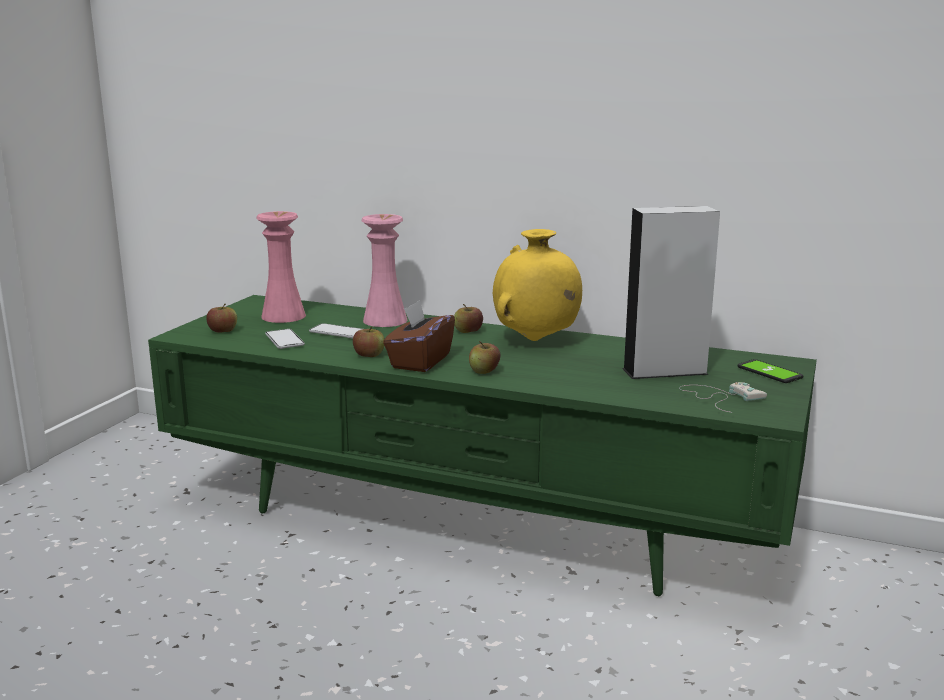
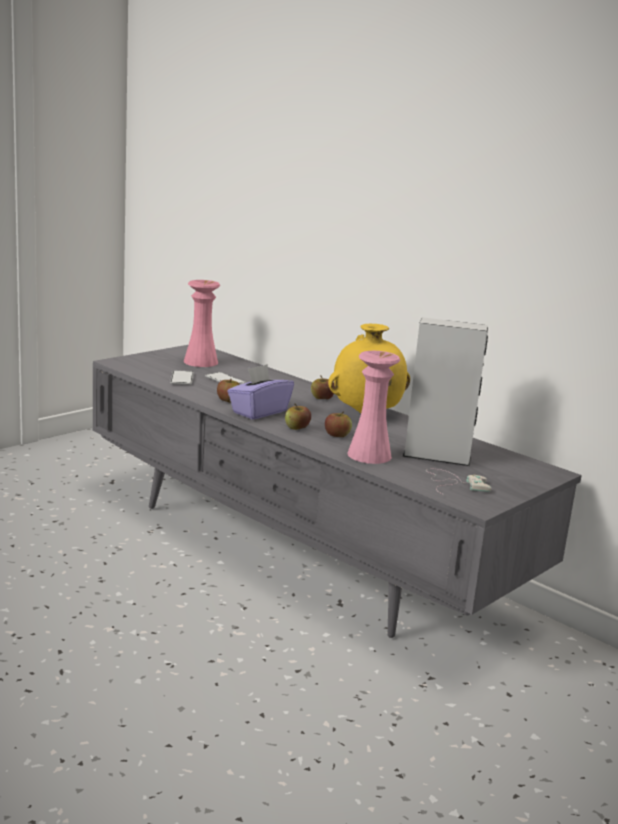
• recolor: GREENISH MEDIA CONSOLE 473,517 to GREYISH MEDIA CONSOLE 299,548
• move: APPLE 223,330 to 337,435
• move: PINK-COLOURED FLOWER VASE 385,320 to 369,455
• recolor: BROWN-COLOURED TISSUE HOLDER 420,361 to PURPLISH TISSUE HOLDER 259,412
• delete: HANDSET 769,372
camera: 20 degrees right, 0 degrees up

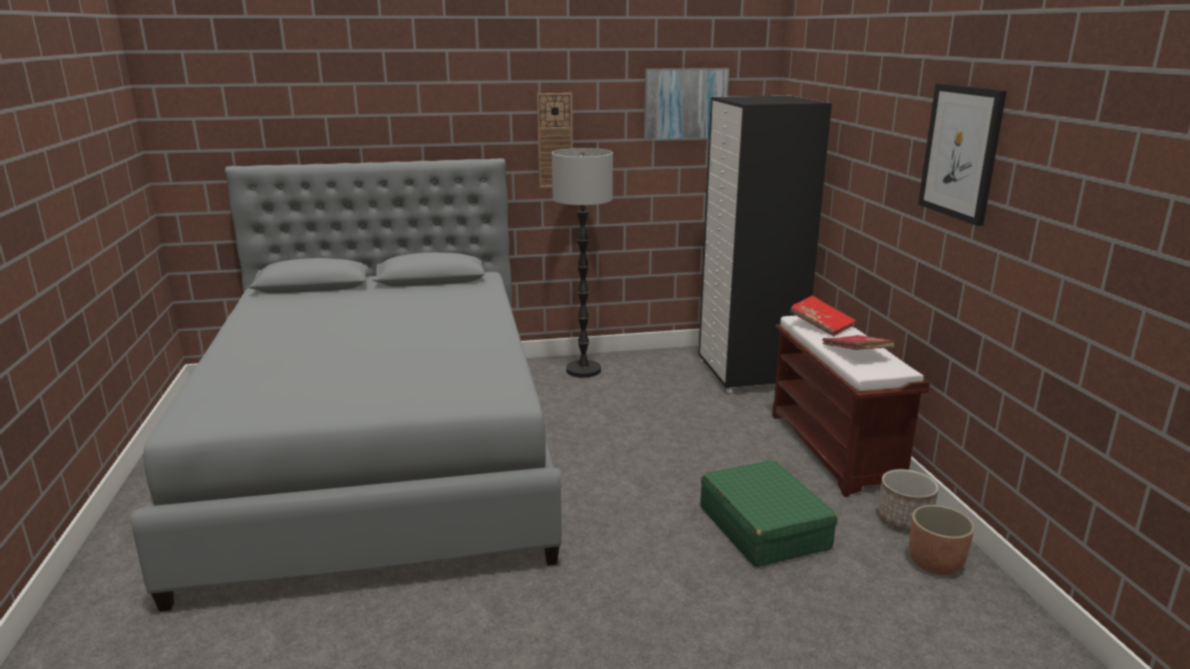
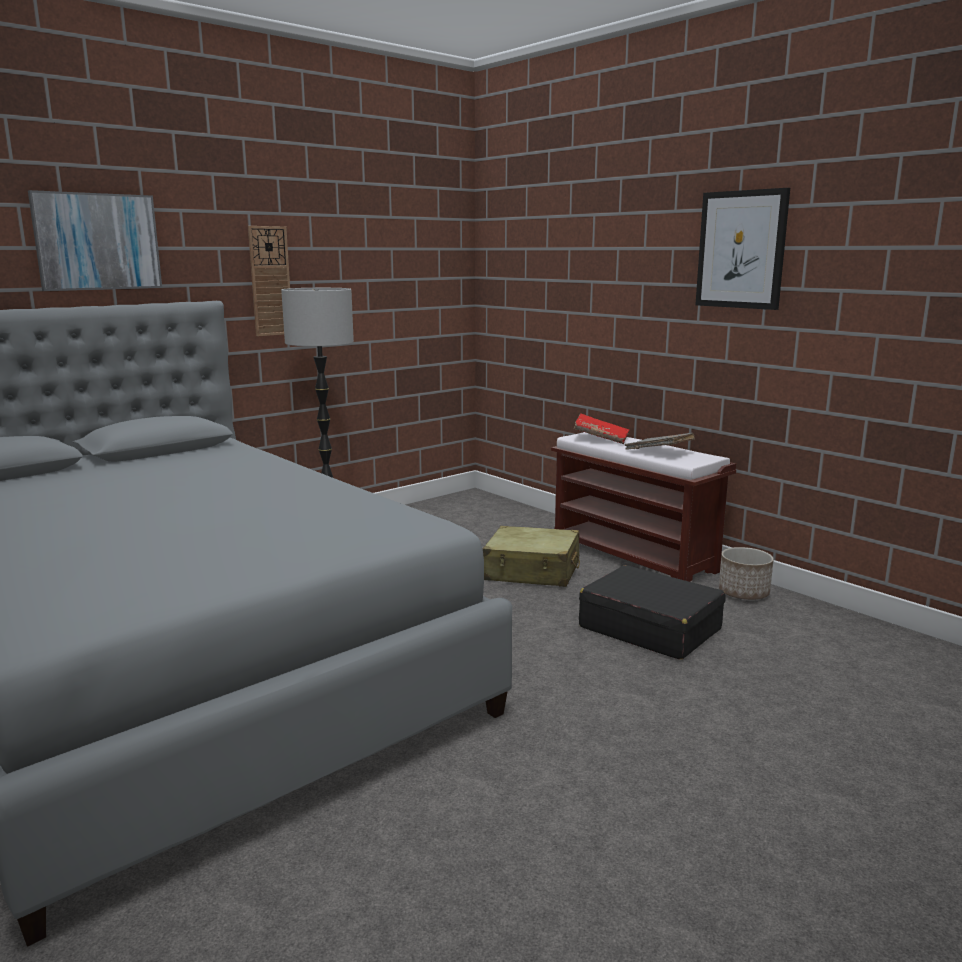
• move: WALL ART 685,104 to 97,241
• delete: WARDROBE 749,375
• recolor: GREENISH PIECE OF LUGGAGE 763,527 to BLACKISH PIECE OF LUGGAGE 649,628
• recolor: RED-COLOURED BOUND BOOK 856,353 to GREYISH BOUND BOOK 659,452
• delete: PLANTER 935,563
• insert: BEIGE-COLOURED PIECE OF LUGGAGE 532,571
camera: 30 degrees left, 5 degrees down

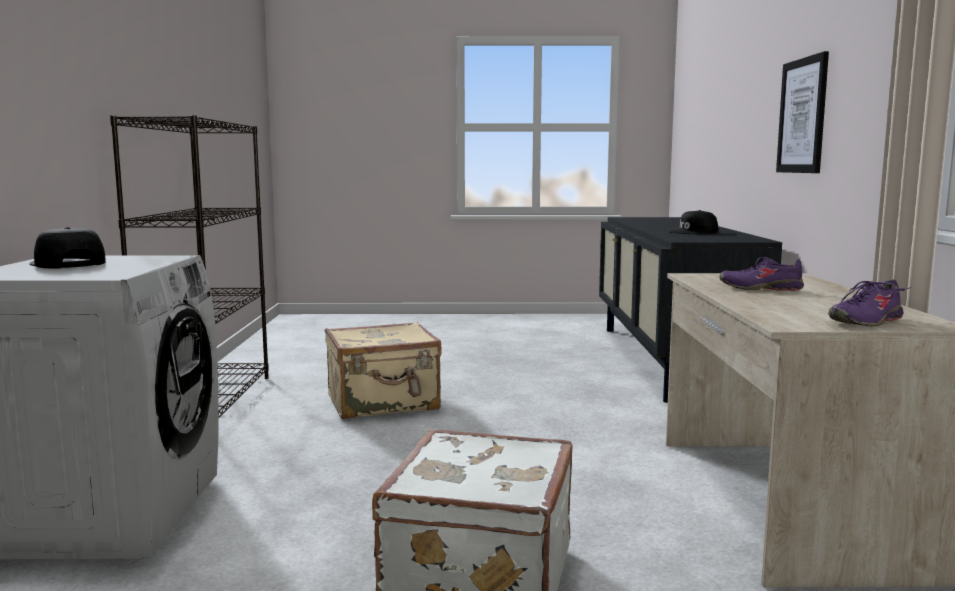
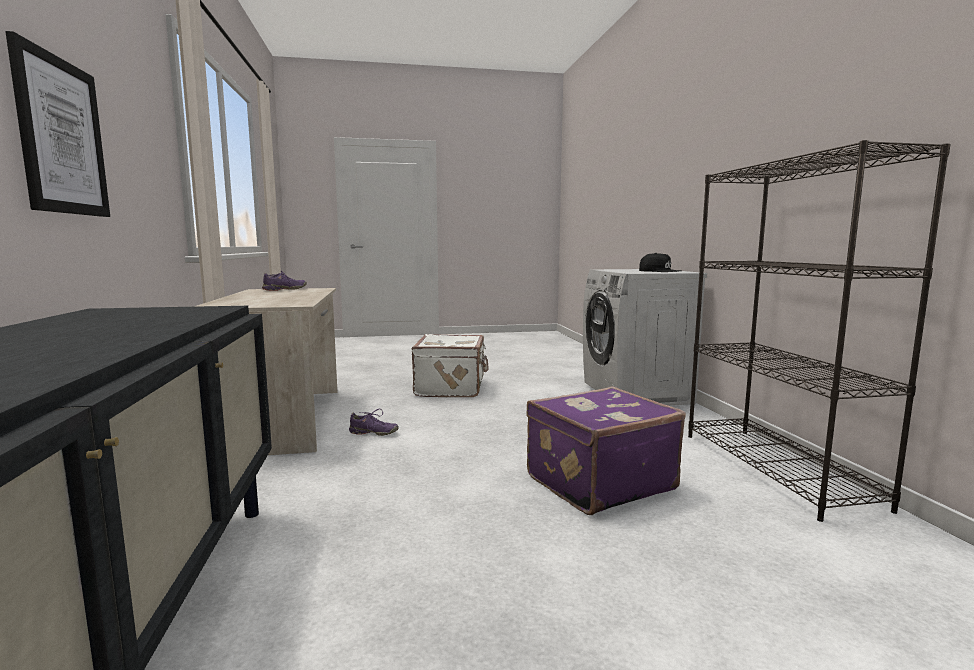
• recolor: BEIGE-COLOURED PIECE OF LUGGAGE 383,403 to PURPLISH PIECE OF LUGGAGE 597,482
• delete: BLACKISH PEAKED CAP 693,232
• move: PURPLISH LOW SHOE 760,289 to 373,433
camera: 170 degrees right, 0 degrees up

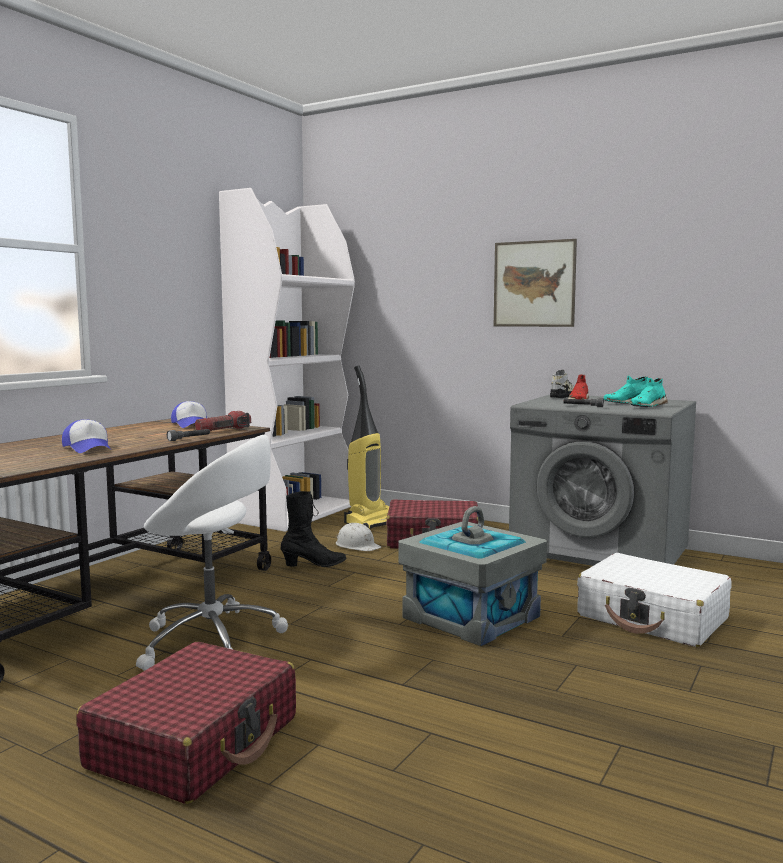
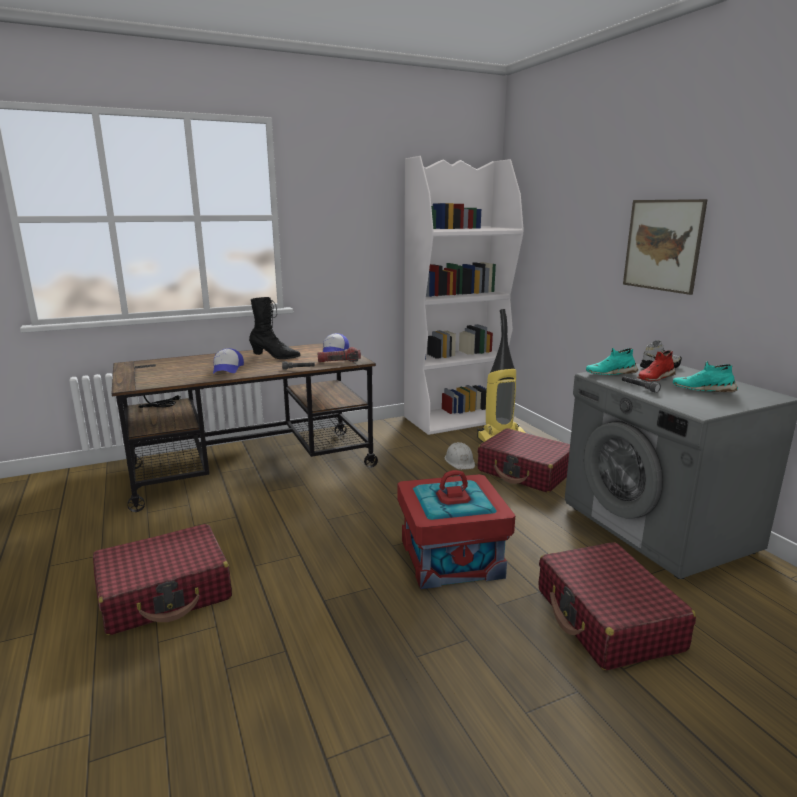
• delete: WHITE-COLOURED DESK CHAIR 214,641
• move: BLACKISH BOOT 314,565 to 275,356
• recolor: GREYISH STORAGE BOX 470,617 to RED-COLOURED STORAGE BOX 451,558
• recolor: WHITE-COLOURED PIECE OF LUGGAGE 652,618 to RED-COLOURED PIECE OF LUGGAGE 607,619
• move: TURQUOISE-COLOURED LOW SHOE 647,406 to 610,373
camera: 35 degrees right, 10 degrees up

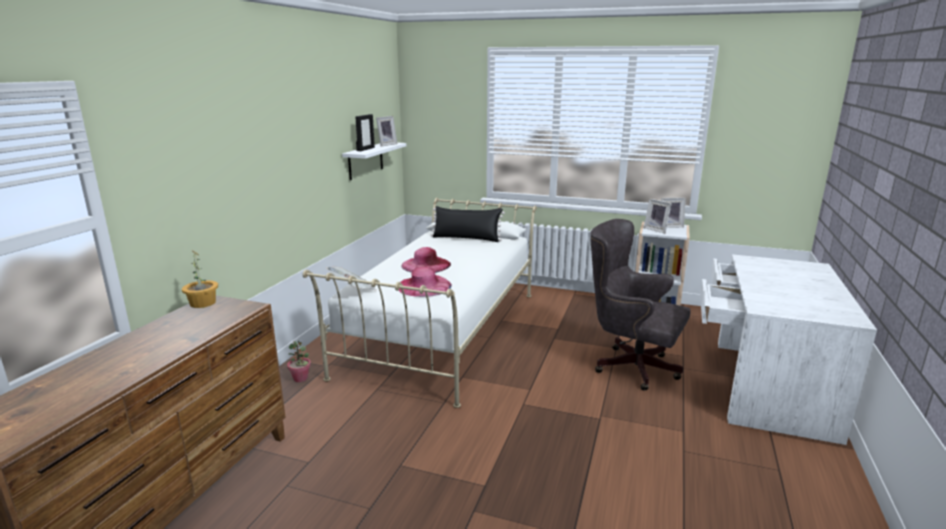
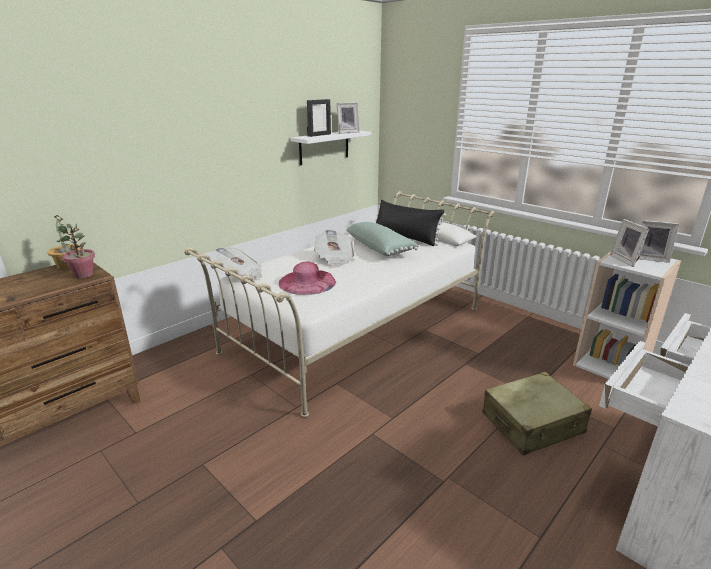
• move: POTTED PLANT 301,378 to 84,275
• replace: PINK-COLOURED WEARABLE HAT 426,265 to PRINTED PAPER 334,259
• replace: GREYISH DESK CHAIR 631,366 to BEIGE-COLOURED PIECE OF LUGGAGE 532,423
• insert: GREENISH THROW PILLOW 380,248
camera: 25 degrees right, 5 degrees up

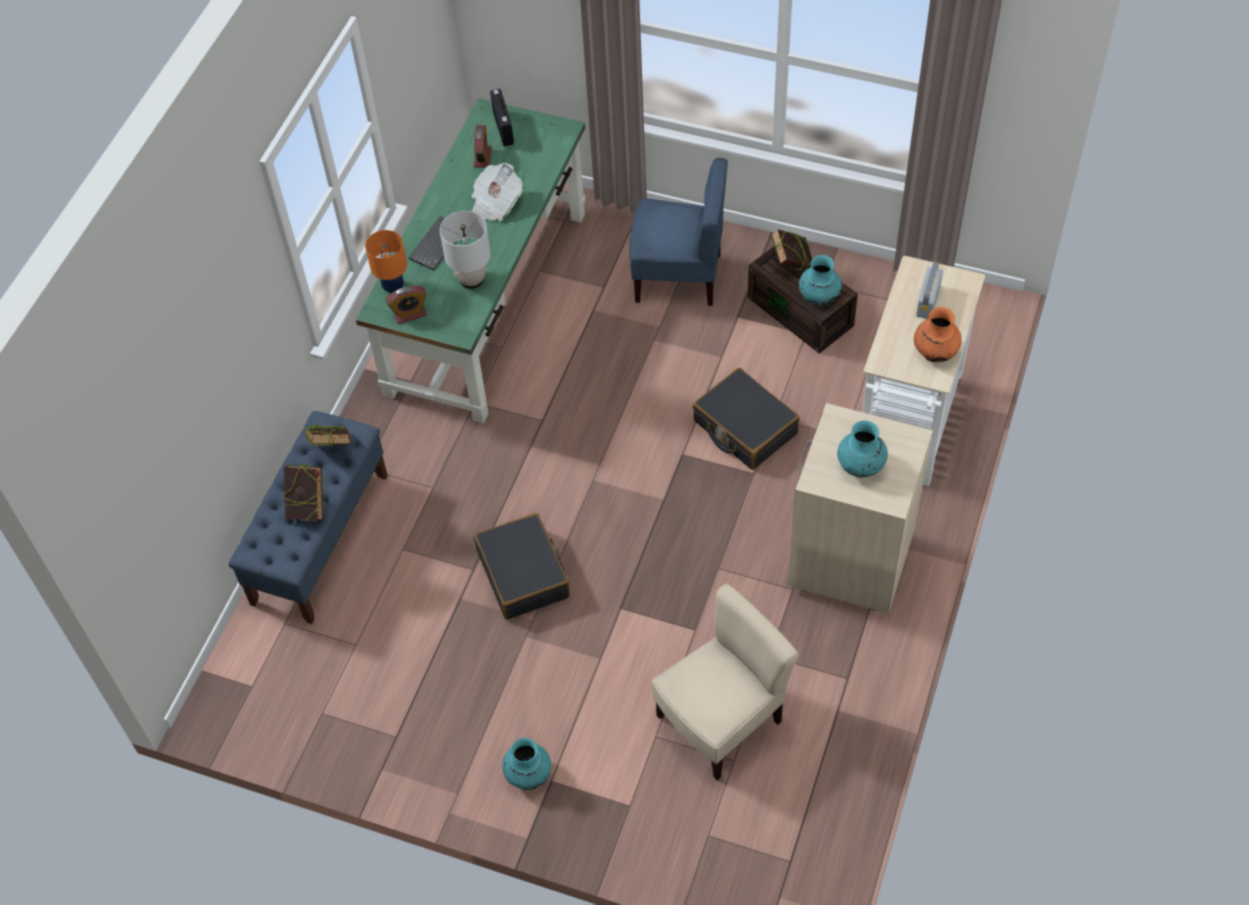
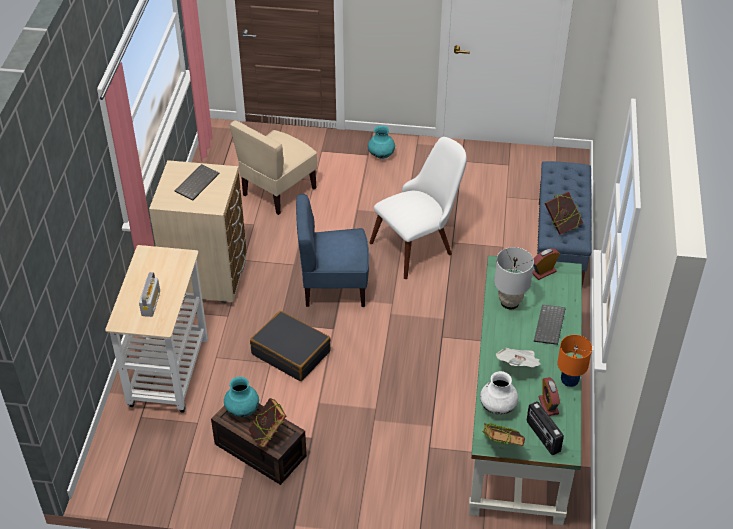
• move: BOUND BOOK 308,507 to 501,447
• move: ORANGE TABLE LAMP 393,286 to 570,382
• replace: BLACKISH PIECE OF LUGGAGE 524,574 to WHITE-COLOURED CHAIR 419,244
• move: BLUE-COLOURED CHAIR 678,277 to 333,287
• replace: TURQUOISE-COLOURED FLOWER VASE 860,466 to PC KEYBOARD 197,182
• delete: ORANGE FLOWER VASE 934,352
• insert: WHITE-COLOURED FLOWER VASE 498,407
camera: 165 degrees right, 10 degrees down

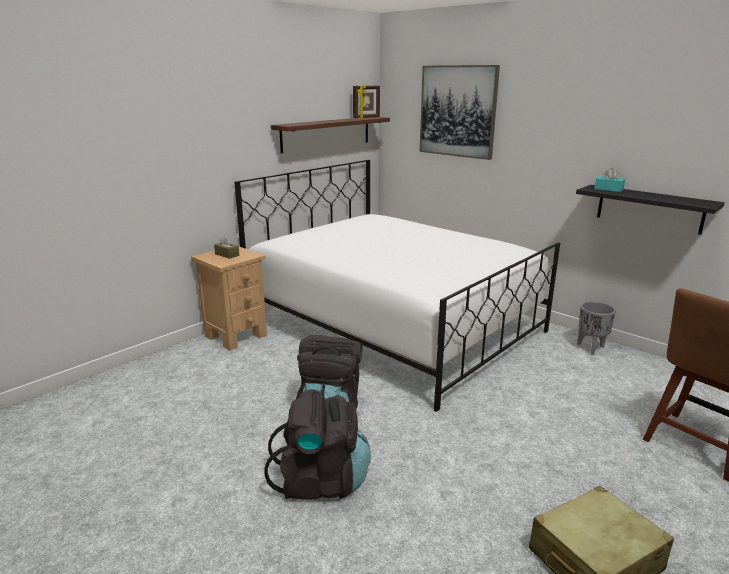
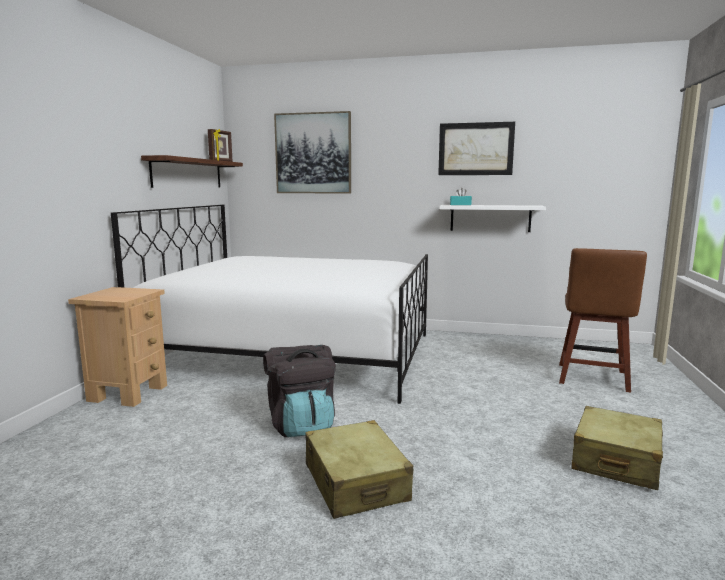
• delete: BROWN-COLOURED TISSUE HOLDER 227,255
• replace: BLACKISH RUCKSACK 321,481 to BEIGE-COLOURED PIECE OF LUGGAGE 356,483
• recolor: BLACKISH WALL SHELF 649,209 to WHITE-COLOURED WALL SHELF 490,218
• delete: GREYISH PLANTER 590,348
• insert: WALL ART 475,149
camera: 30 degrees left, 10 degrees down

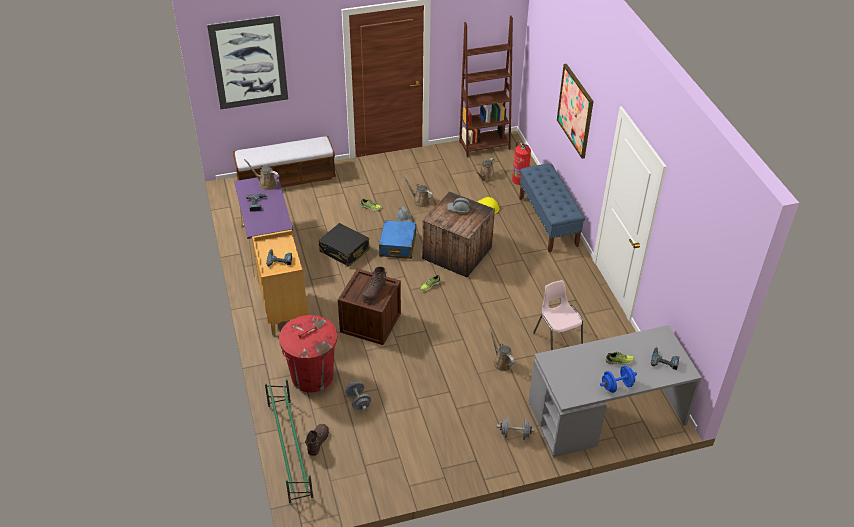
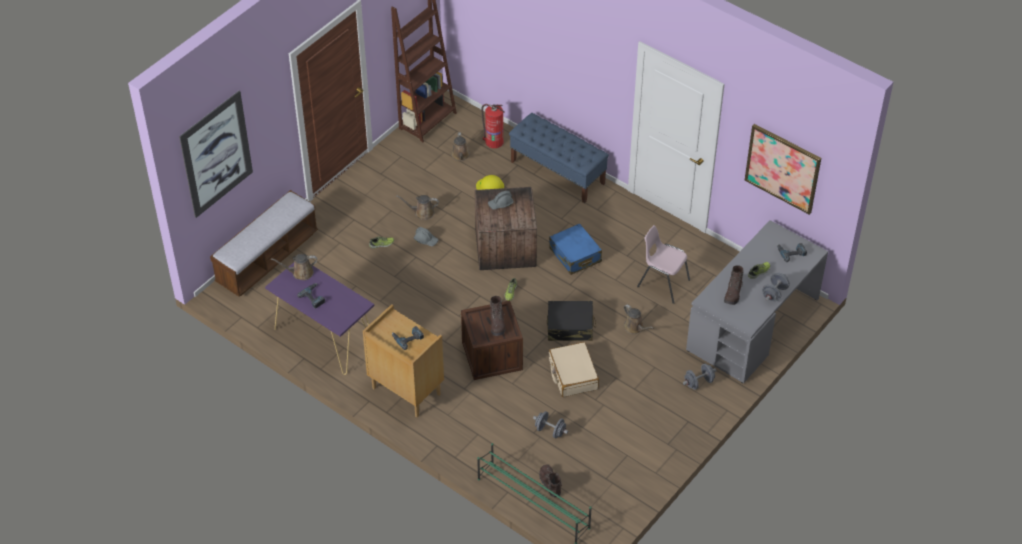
• delete: RED-COLOURED RUBBISH BIN 312,376
• move: BLACKISH PIECE OF LUGGAGE 344,251 to 570,327
• move: BLUE-COLOURED PIECE OF LUGGAGE 397,245 to 575,255
• rotate: BROWN-COLOURED WATERING POT 502,362 = 635,328 150 degrees counterclockwise
• move: WALL ART 575,110 to 783,168
• recolor: BLUE-COLOURED DUMBBELL 617,386 to GREYISH DUMBBELL 774,293
• insert: BEIGE-COLOURED PIECE OF LUGGAGE 573,375
• insert: BROWN-COLOURED BOOT 733,293
camera: 35 degrees left, 5 degrees up

